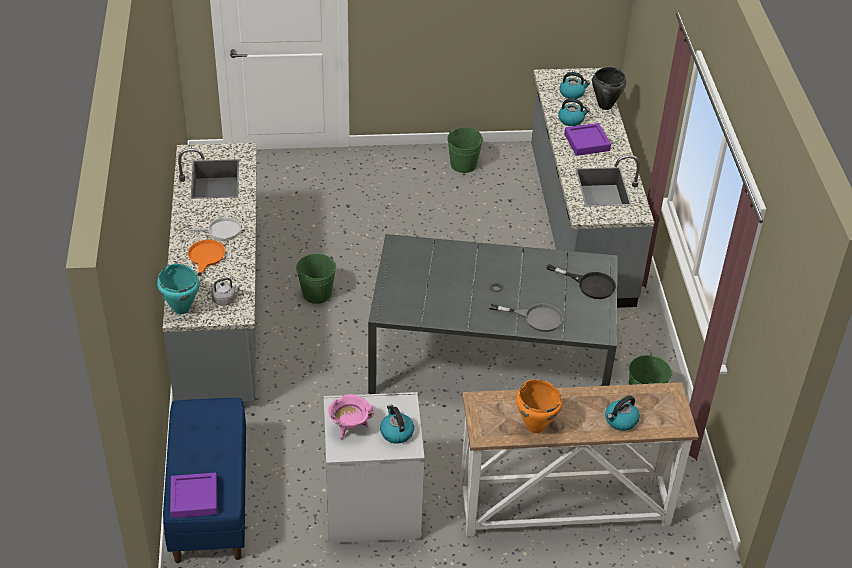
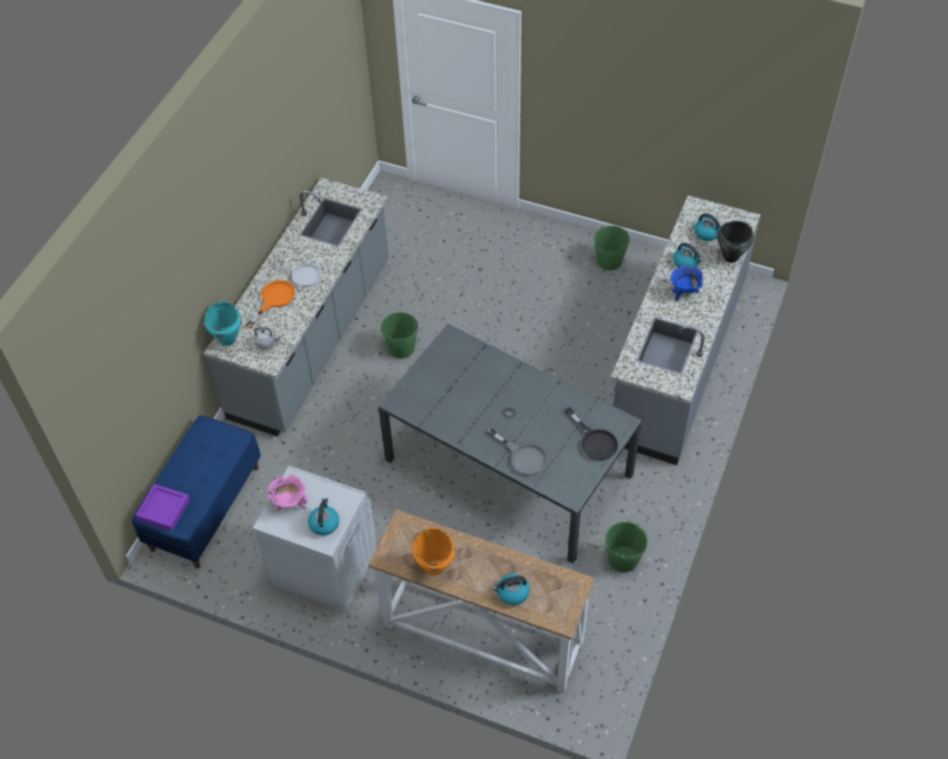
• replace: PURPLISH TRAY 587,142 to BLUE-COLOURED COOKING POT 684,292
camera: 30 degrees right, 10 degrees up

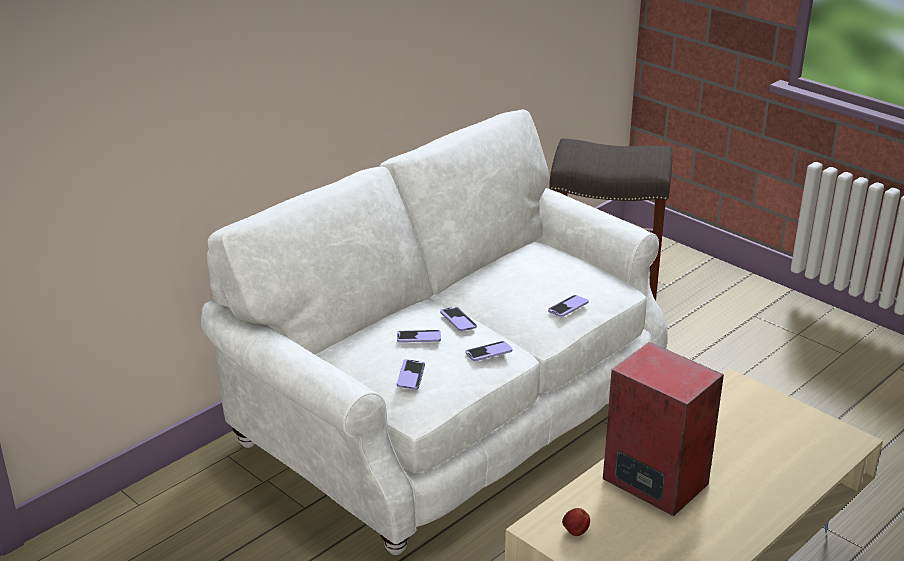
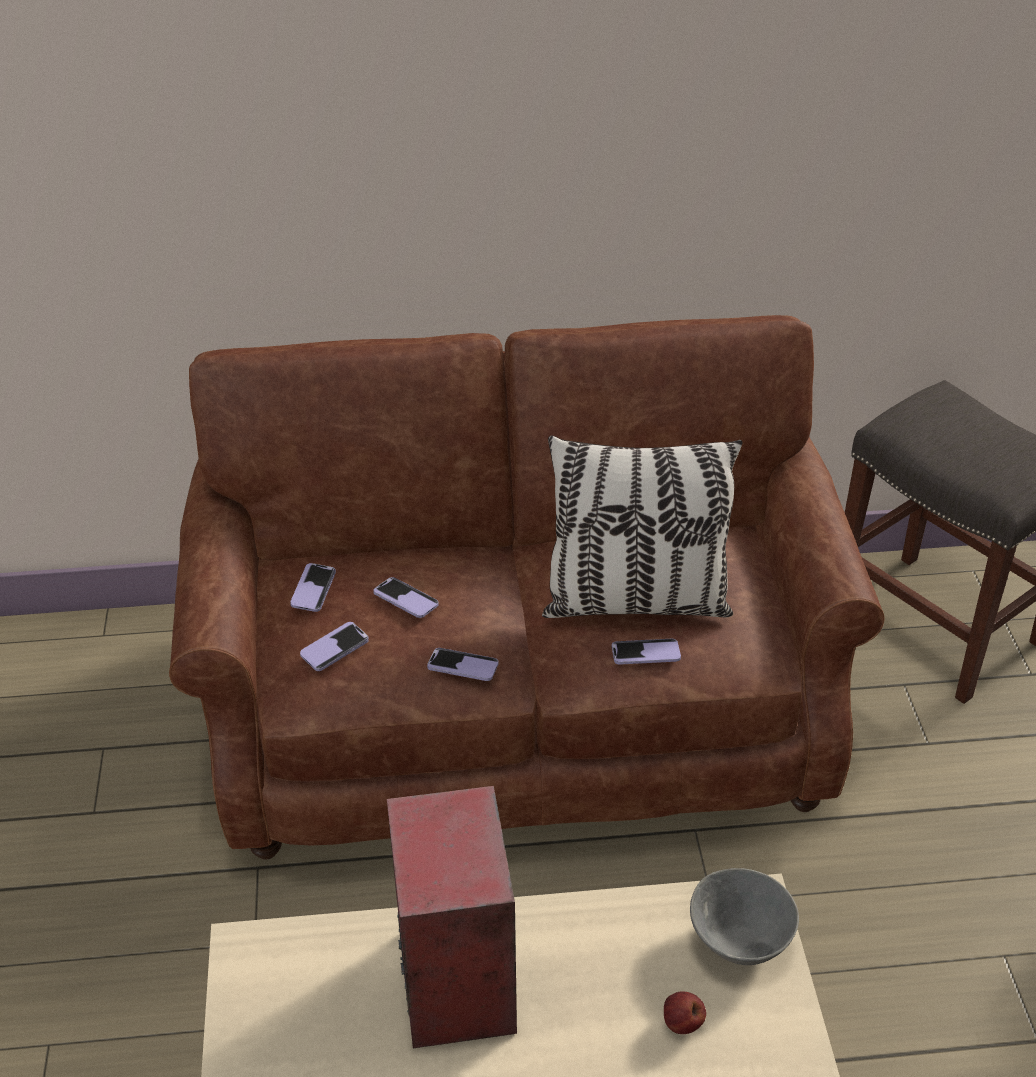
• recolor: WHITE-COLOURED SETTEE 450,415 to BROWN-COLOURED SETTEE 520,711
• move: HANDSET 458,320 to 313,589
• move: APPLE 575,532 to 682,1024
• insert: THROW PILLOW 636,602
• insert: GREYISH SERVING BOWL 737,944
camera: 40 degrees right, 10 degrees up

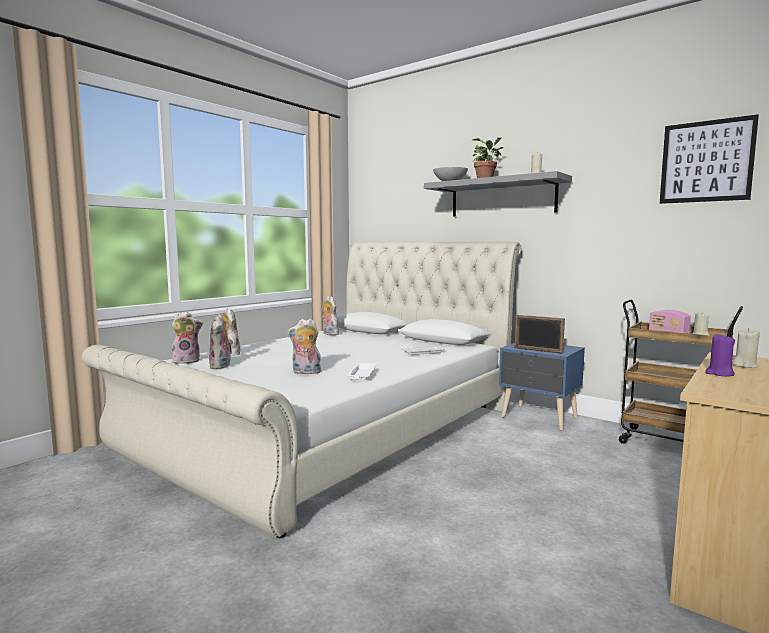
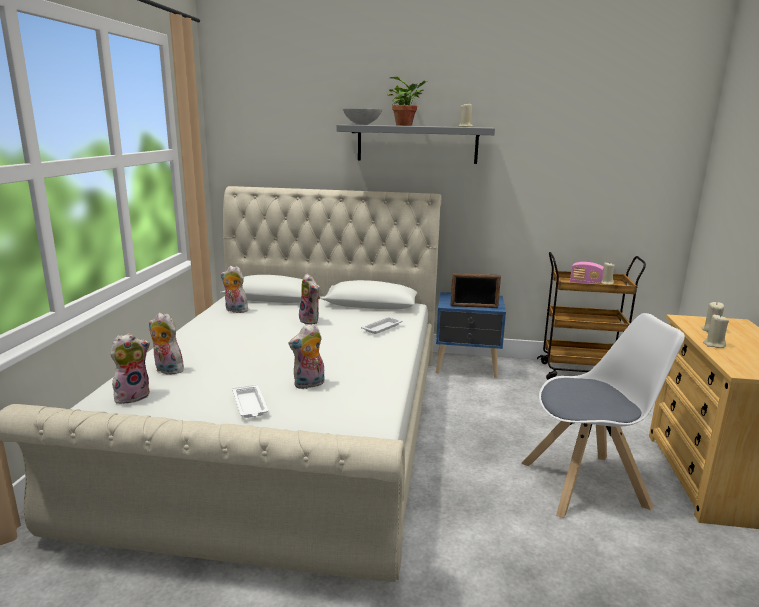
• move: PLUSH TOY 221,366 to 311,321
• move: WHITE-COLOURED TRAY 361,374 to 250,405
• delete: WALL ART 706,161
• recolor: PURPLISH WAX CANDLE 719,373 to BEIGE-COLOURED WAX CANDLE 714,345
• insert: CHAIR 587,484
camera: 30 degrees left, 10 degrees up

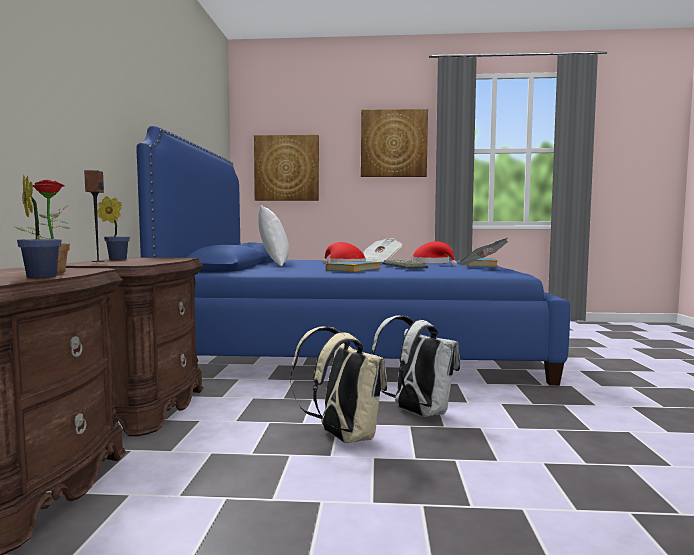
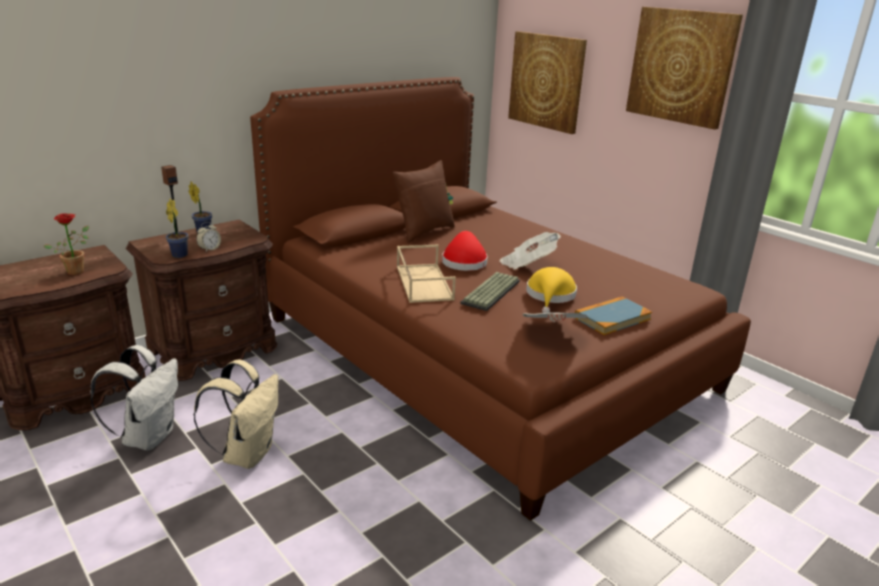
• move: POTTED PLANT 41,276 to 180,254
• recolor: BLUE-COLOURED BED 355,347 to BROWN-COLOURED BED 481,352
• recolor: WHITE-COLOURED THROW PILLOW 274,264 to BROWN-COLOURED THROW PILLOW 424,232
• replace: BOUND BOOK 353,269 to BEIGE-COLOURED TRAY 423,282
• move: WHITE-COLOURED RUCKSACK 416,413 to 149,436
• recolor: RED-COLOURED WEARABLE HAT 432,264 to YELLOW-COLOURED WEARABLE HAT 550,296
• insert: BEDSIDE CLOCK 209,249
camera: 45 degrees right, 20 degrees up

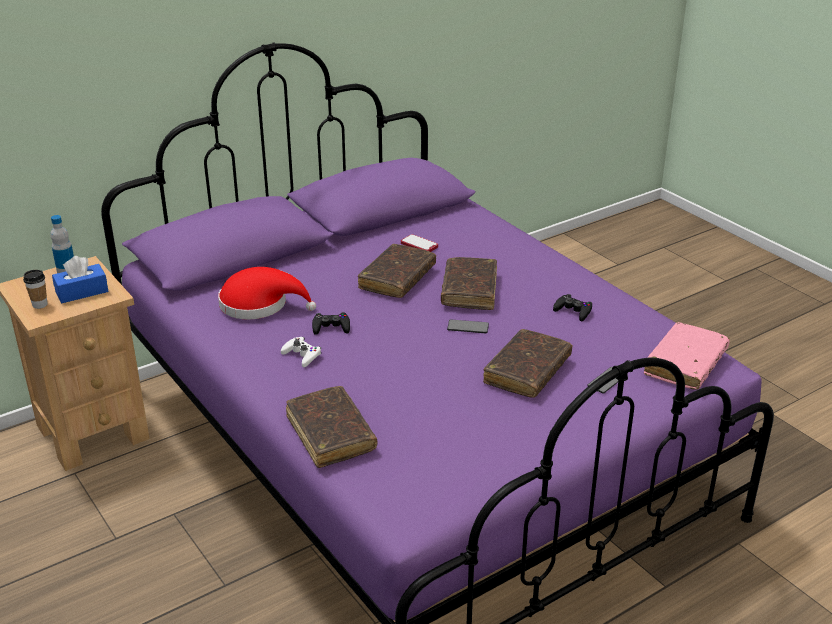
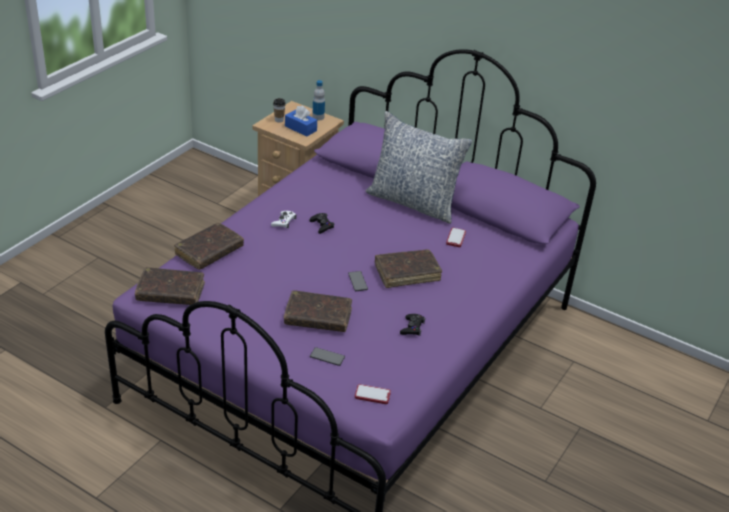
• delete: RED-COLOURED WEARABLE HAT 259,304
• move: BROWN-COLOURED BOUND BOOK 397,278 to 170,293
• replace: PINK-COLOURED BOUND BOOK 685,364 to HANDSET 372,395
• insert: THROW PILLOW 413,202
camera: 65 degrees right, 5 degrees up

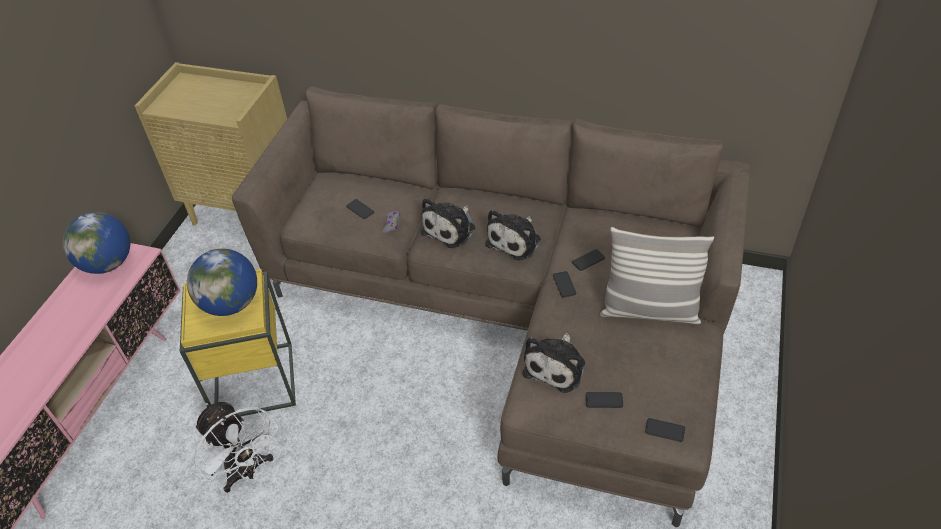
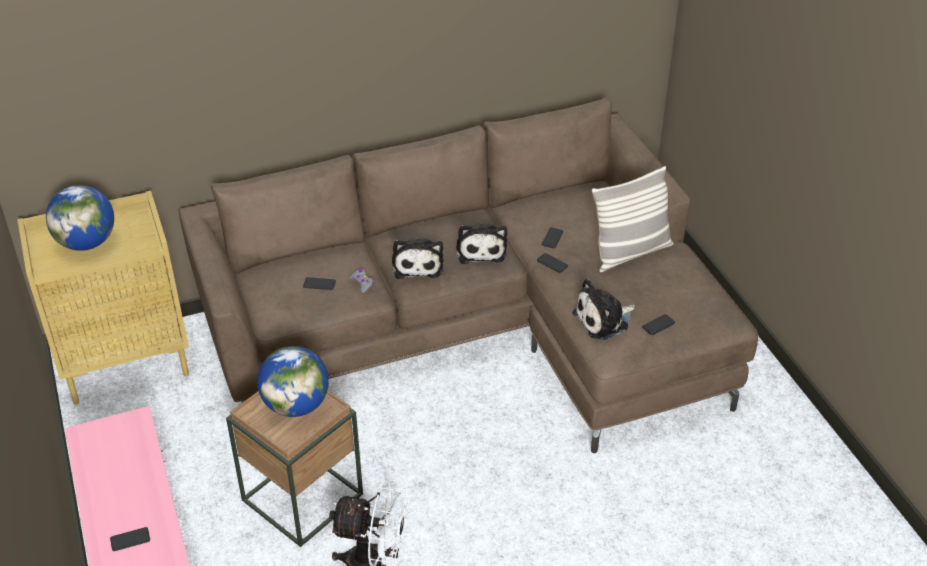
• move: DESK GLOBE 108,264 to 87,242
• recolor: YELLOW-COLOURED SIDE TABLE 255,381 to BROWN-COLOURED SIDE TABLE 302,496
• rotate: PLUSH TOY 556,366 = 604,320 75 degrees clockwise
• move: HANDSET 665,430 to 130,539
camera: 40 degrees left, 5 degrees down

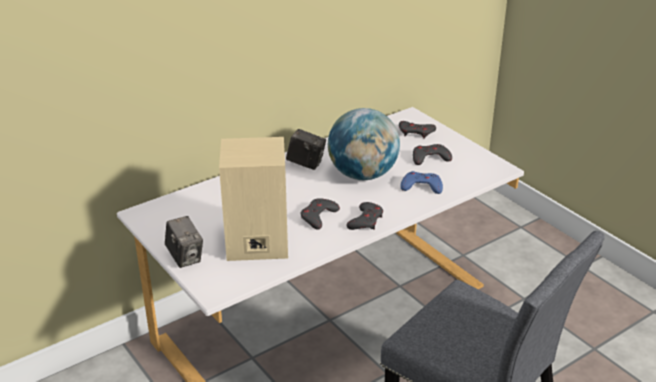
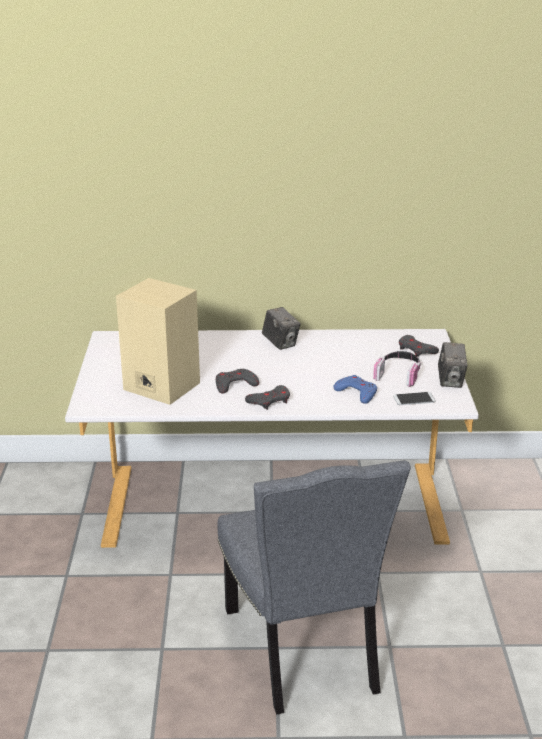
• move: PHOTO CAMERA 185,257 to 450,381
• delete: DESK GLOBE 362,175
• replace: GREYISH GAME CONTROLLER 430,158 to HEADSET 398,374
• insert: HANDSET 414,399
camera: 35 degrees right, 5 degrees down

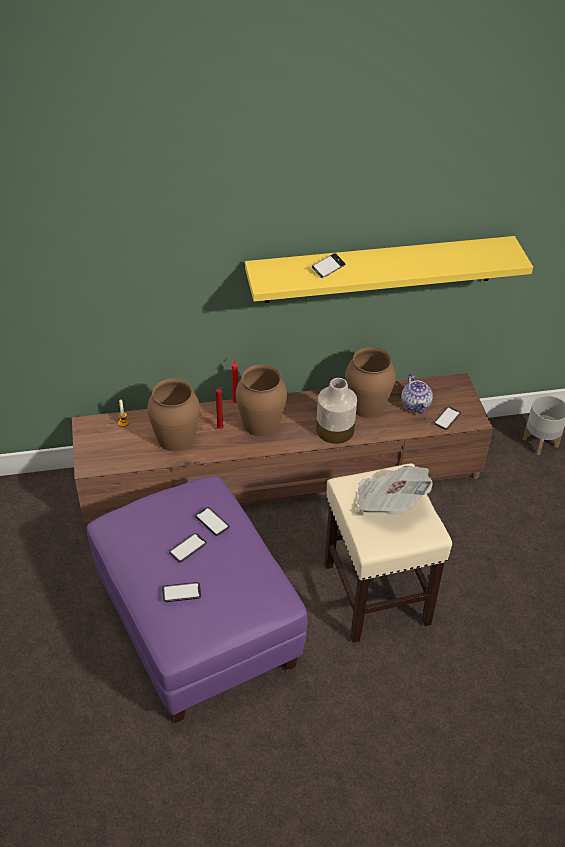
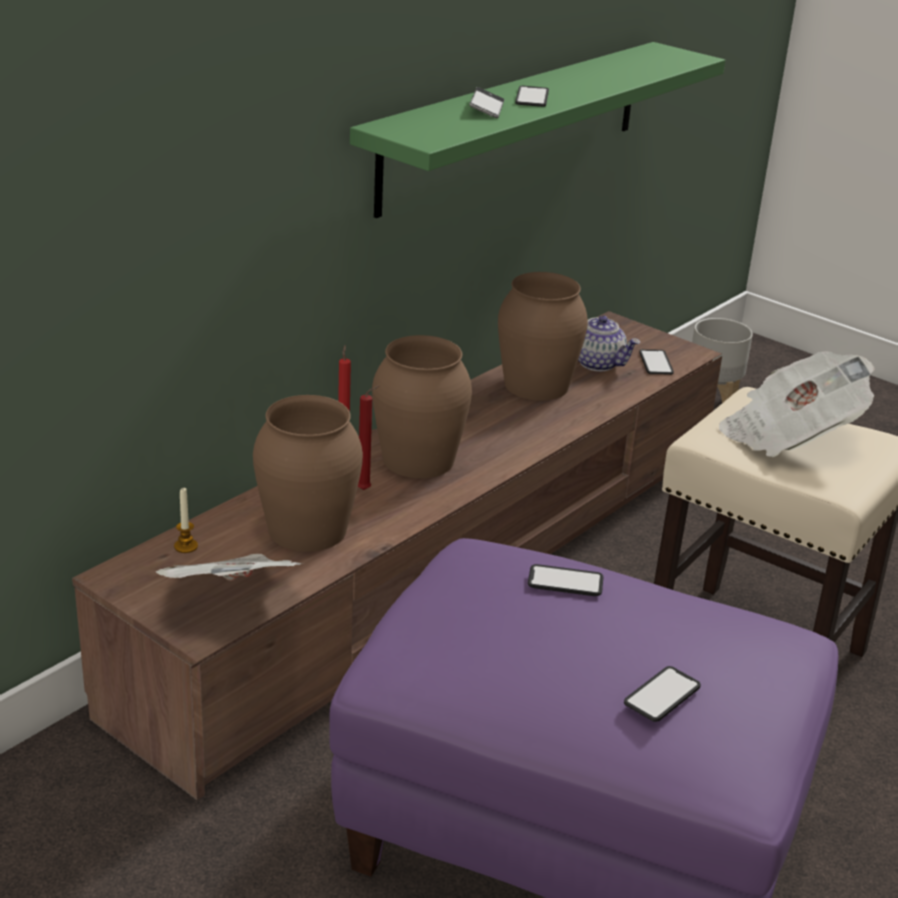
• move: HANDSET 187,548 to 532,98
• recolor: YELLOW-COLOURED WALL SHELF 380,269 to GREENISH WALL SHELF 515,124
• delete: BEIGE-COLOURED FLOWER VASE 334,429
• insert: PRINTED PAPER 233,598
camera: 40 degrees left, 15 degrees down

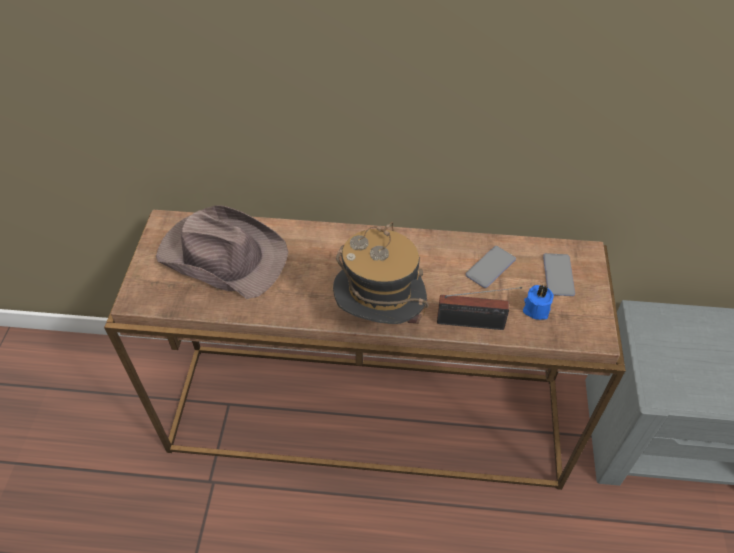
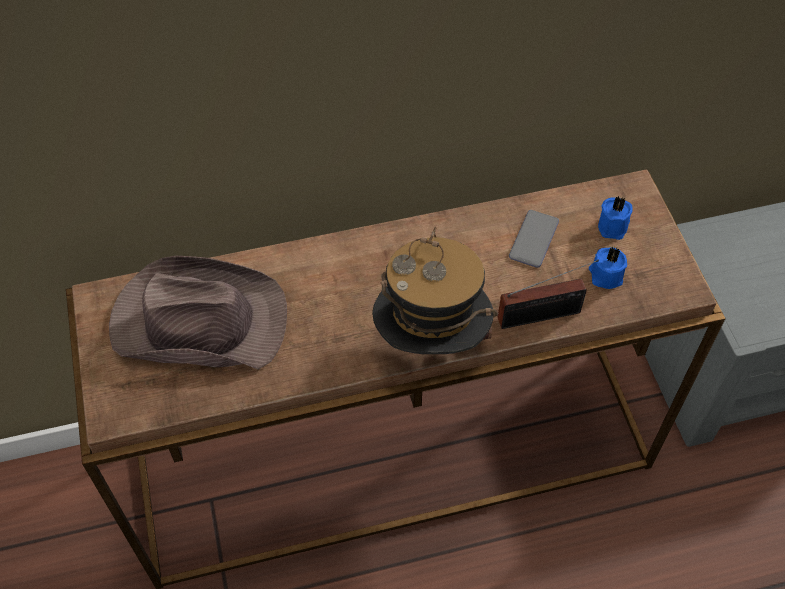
• replace: HANDSET 558,275 to BLUE-COLOURED WAX CANDLE 614,226
camera: 20 degrees left, 5 degrees up

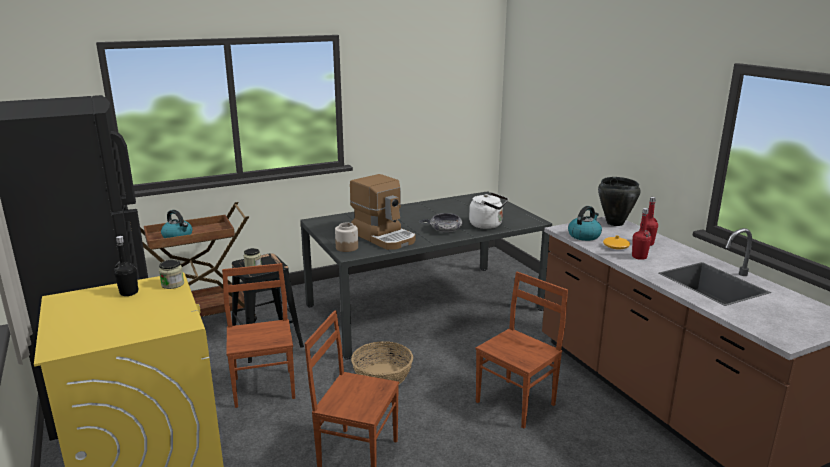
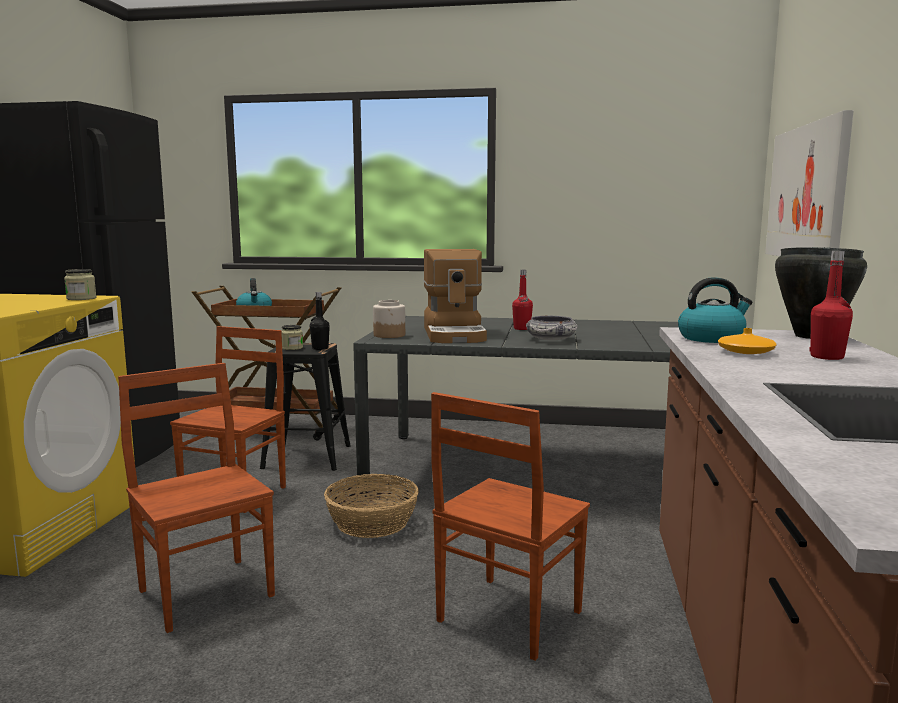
• move: BLACKISH BOTTLE 129,293 to 320,348
• delete: WHITE-COLOURED WATER KETTLE 488,225
• rotate: BROWN-COLOURED CHAIR 517,403 = 506,617 135 degrees clockwise
• move: RED-COLOURED BOTTLE 639,257 to 522,328
• insert: WALL ART 807,193
camera: 35 degrees right, 10 degrees down

